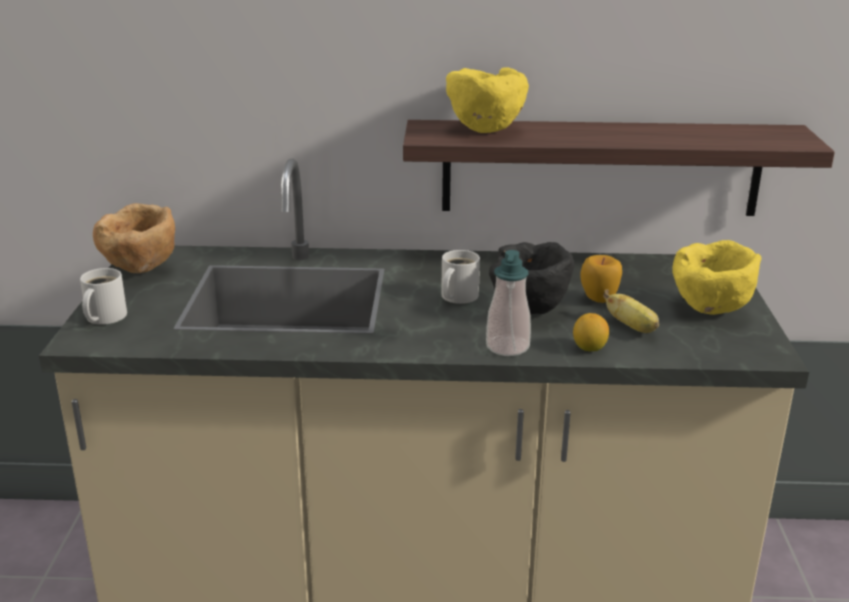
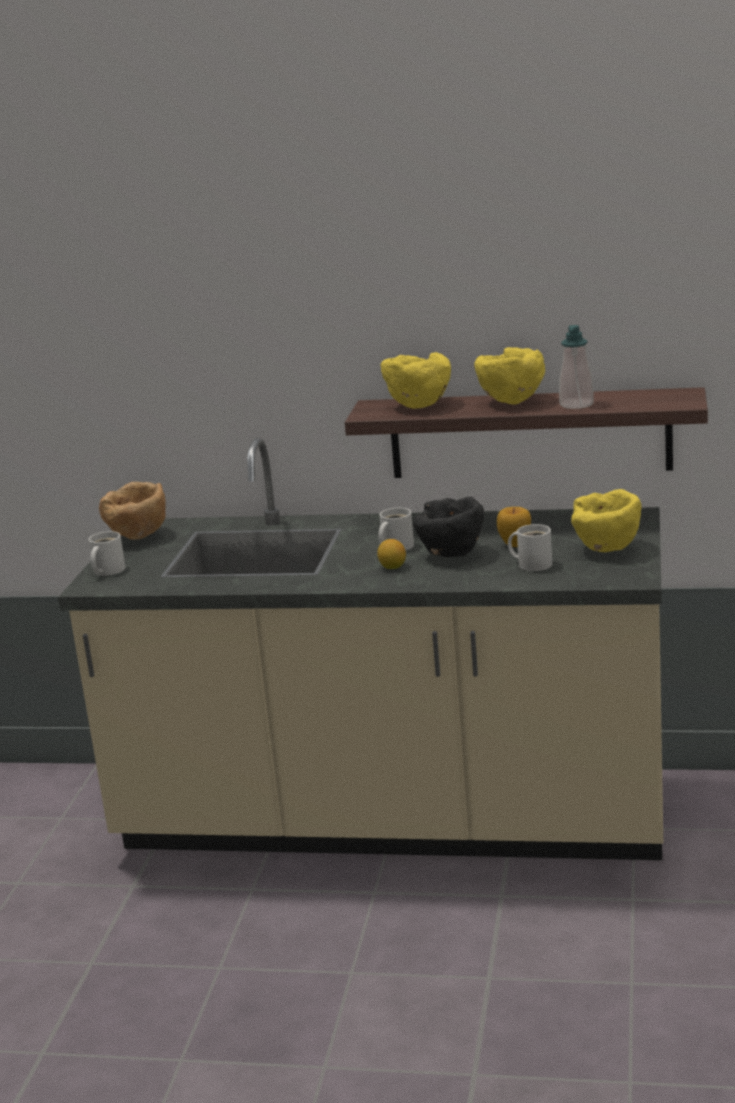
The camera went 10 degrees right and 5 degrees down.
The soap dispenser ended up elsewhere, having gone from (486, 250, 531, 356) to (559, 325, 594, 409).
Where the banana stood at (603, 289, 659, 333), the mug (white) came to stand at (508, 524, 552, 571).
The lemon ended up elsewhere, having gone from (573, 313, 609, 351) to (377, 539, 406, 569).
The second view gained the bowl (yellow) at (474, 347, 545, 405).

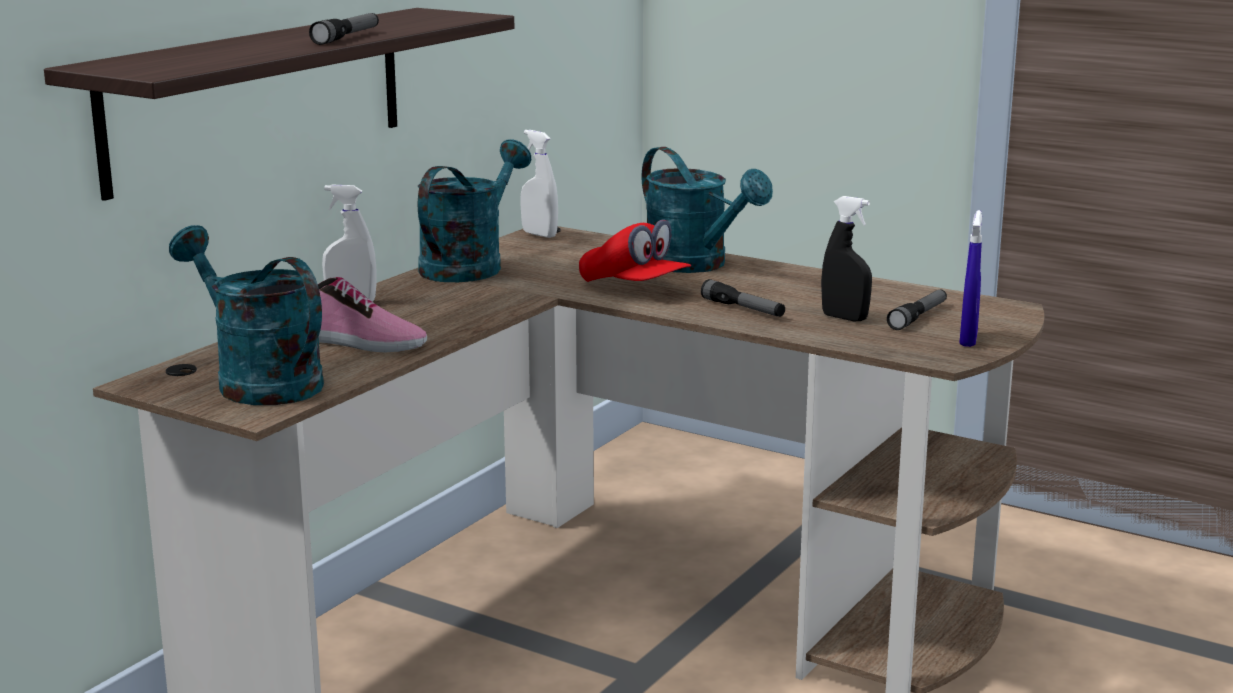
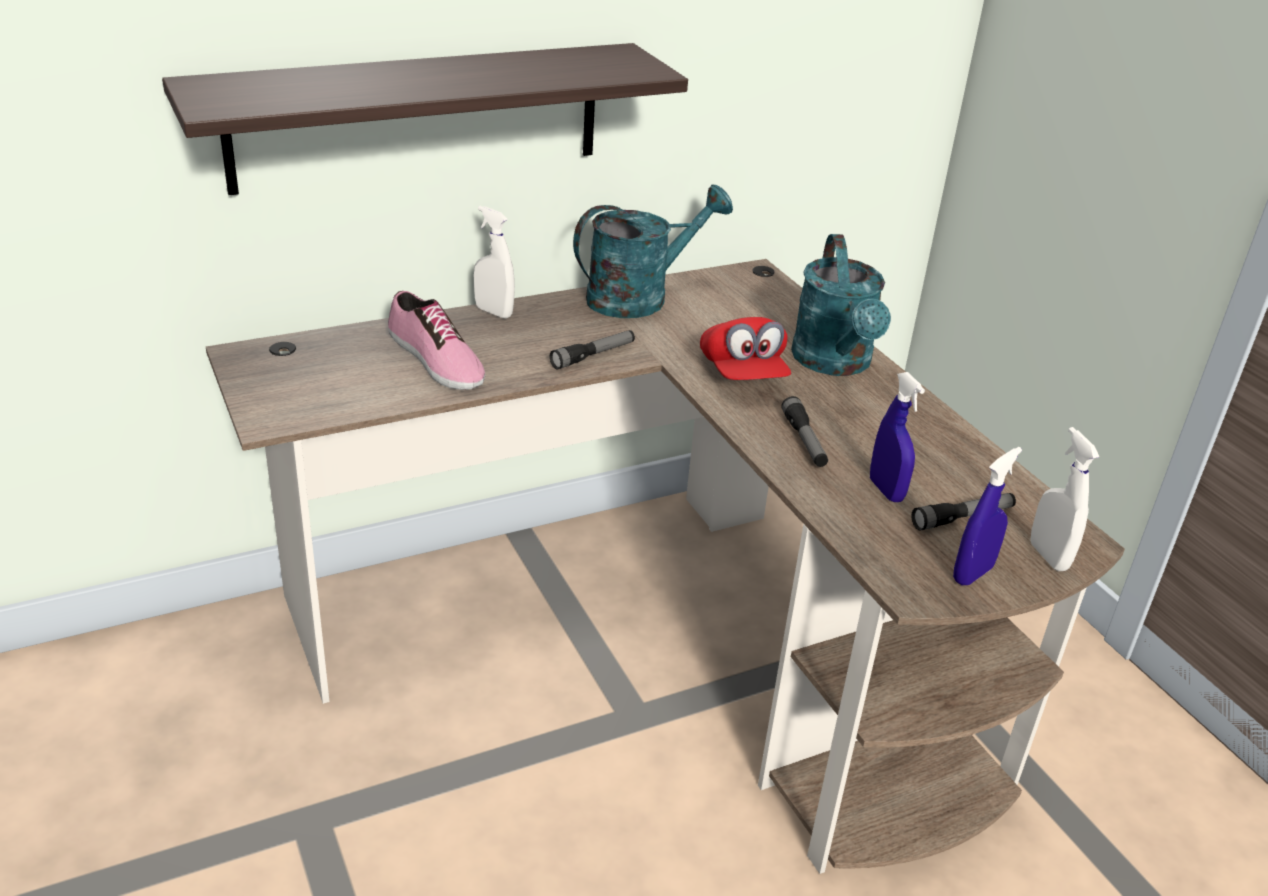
The camera went 30 degrees right and 15 degrees up.
The flashlight ended up elsewhere, having gone from (309, 13, 379, 45) to (550, 330, 635, 369).
The spray bottle (white) ended up elsewhere, having gone from (521, 130, 558, 238) to (1030, 427, 1100, 571).
What was the spray bottle (black) at (821, 196, 872, 321) turned into the spray bottle (blue) at (870, 372, 925, 502).
The second view lost the watering can (turquoise) at (169, 225, 324, 405).

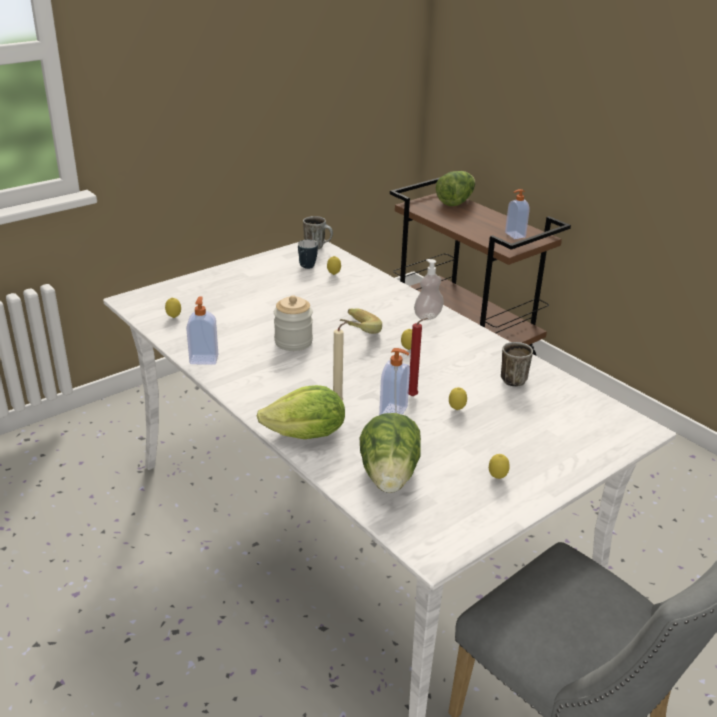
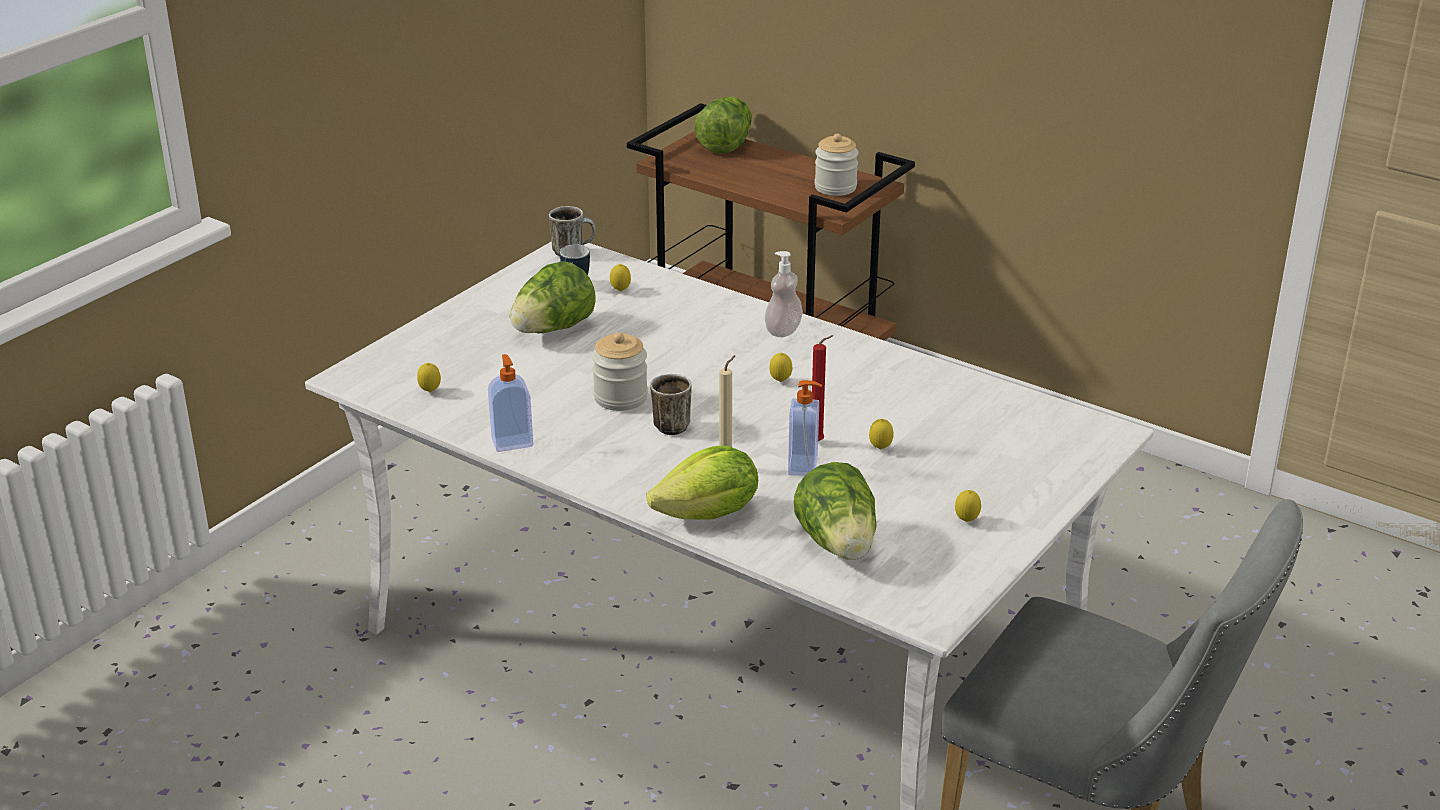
The camera went 15 degrees left and 0 degrees up.
Where the soap dispenser stood at (505, 189, 530, 239), the jar came to stand at (815, 134, 859, 196).
The second view lost the banana at (339, 308, 382, 334).
The mug ended up elsewhere, having gone from (501, 342, 533, 387) to (650, 374, 692, 435).
The second view gained the lettuce at (510, 261, 596, 333).

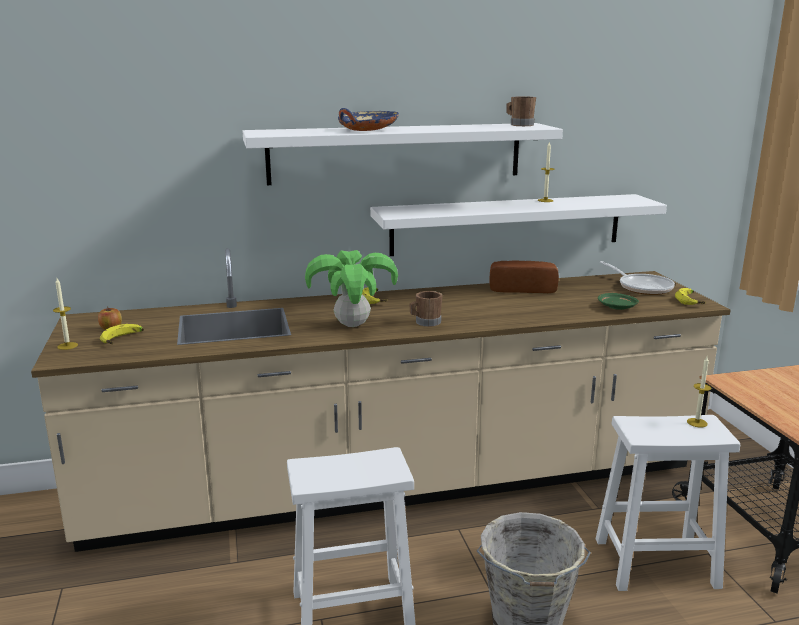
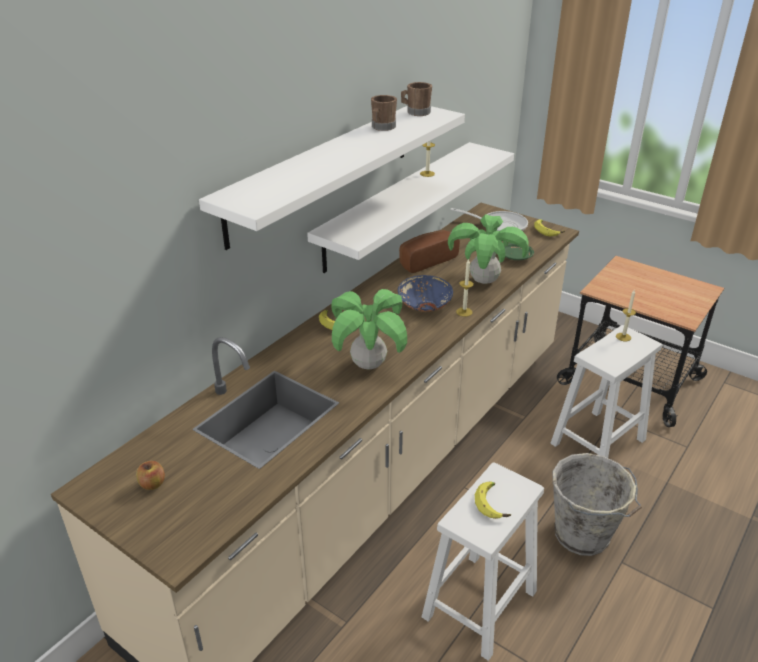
The camera went 40 degrees left and 15 degrees up.
The bowl (blue) ended up elsewhere, having gone from (338, 108, 399, 131) to (398, 275, 453, 312).
The candle ended up elsewhere, having gone from (53, 278, 78, 350) to (456, 259, 474, 317).
The mug (brown) ended up elsewhere, having gone from (409, 291, 442, 327) to (371, 95, 397, 131).
The banana ended up elsewhere, having gone from (100, 324, 144, 344) to (475, 481, 511, 519).
The second view gained the potted plant at (448, 214, 529, 284).

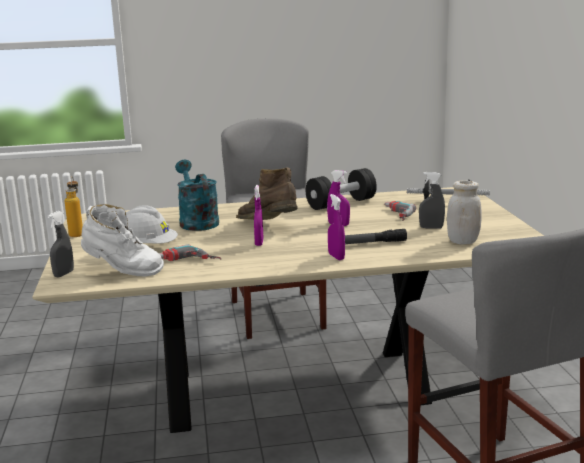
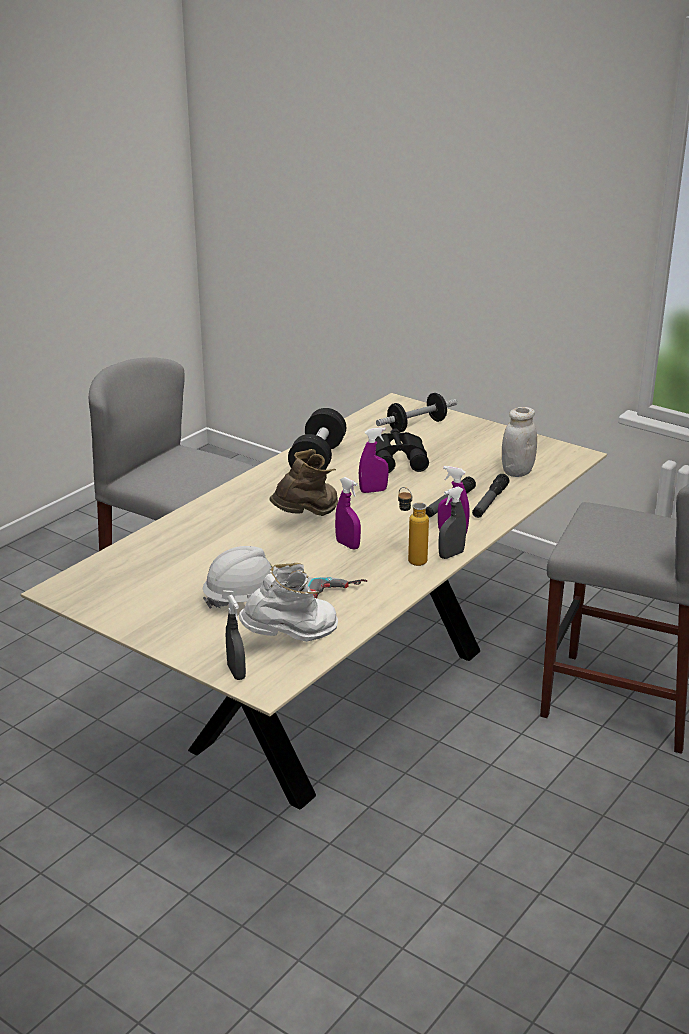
The camera went 45 degrees left and 10 degrees up.
The second view lost the watering can (turquoise) at (175, 160, 219, 231).
The boot (brown) at (236, 167, 298, 220) ended up facing another way, 135 degrees clockwise from before.
The spray bottle (grey) ended up elsewhere, having gone from (419, 172, 445, 229) to (439, 487, 466, 559).
The bottle ended up elsewhere, having gone from (65, 176, 83, 237) to (398, 487, 429, 566).
Where the power drill stood at (384, 201, 416, 221), the binoculars (black) came to stand at (375, 428, 429, 473).
The second view gained the flashlight at (472, 474, 509, 518).

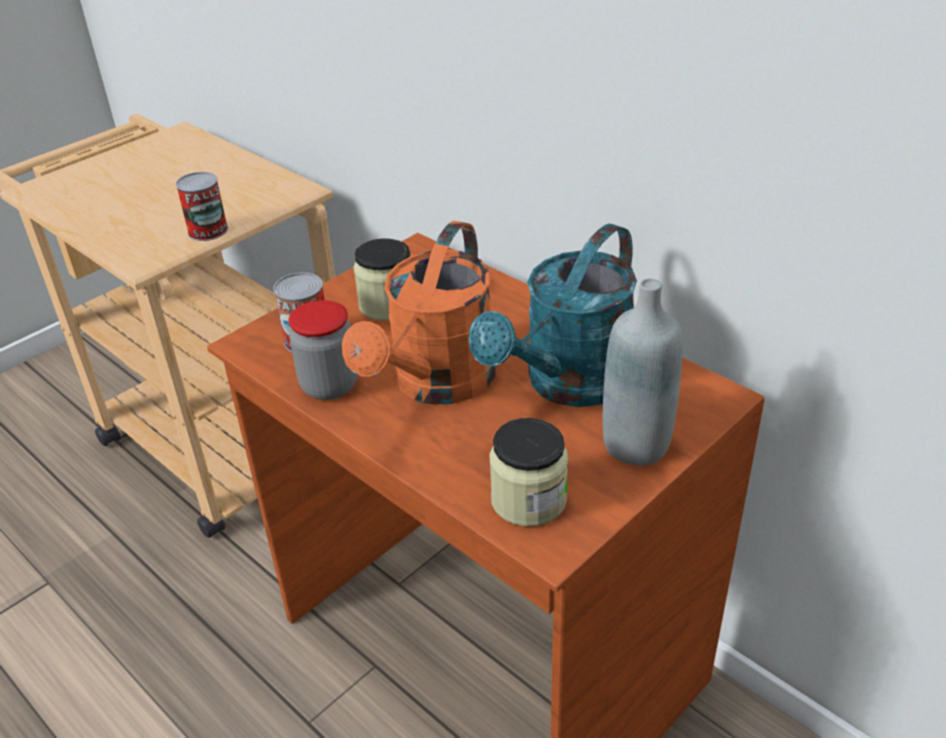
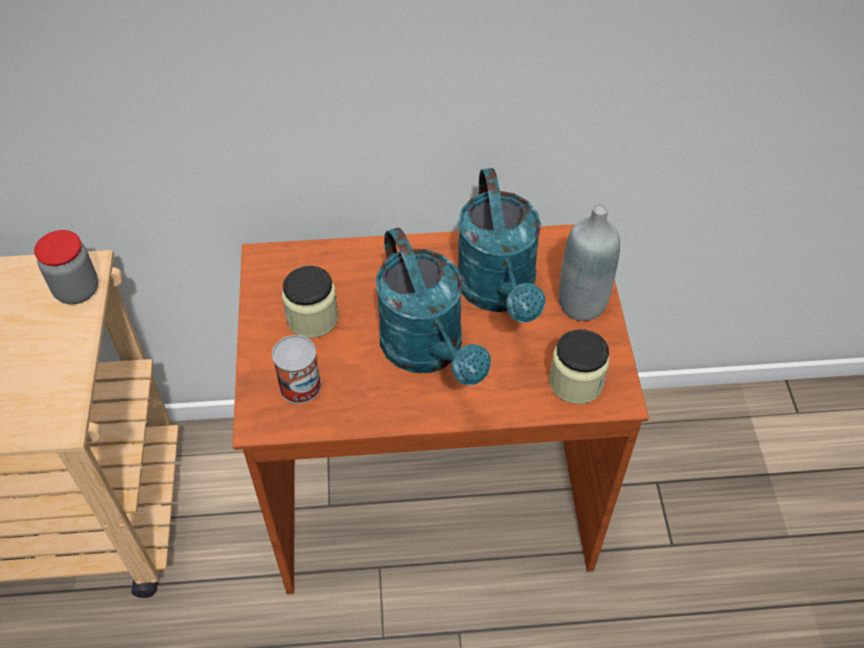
The camera went 50 degrees left and 15 degrees up.
The second view lost the can at (176, 172, 228, 241).
What was the watering can (orange) at (342, 221, 496, 404) turned into the watering can (turquoise) at (376, 227, 491, 385).
The jar ended up elsewhere, having gone from (289, 300, 358, 400) to (34, 230, 98, 304).

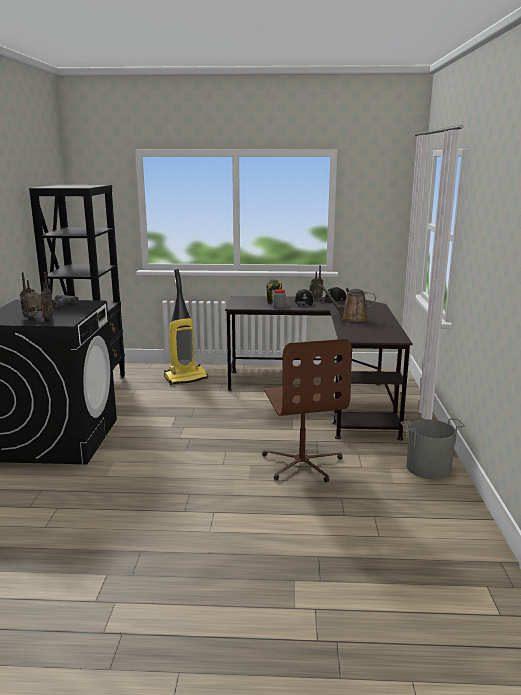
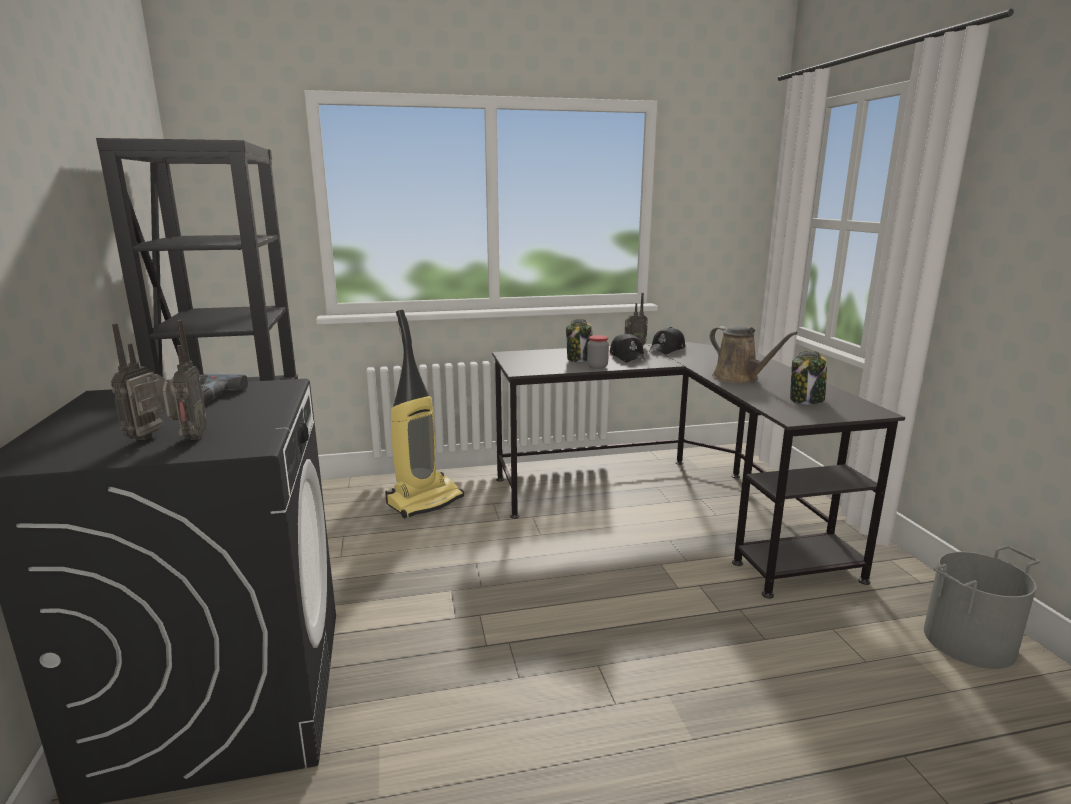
The camera went 15 degrees left and 0 degrees up.
The watering can (brown) at (319, 284, 376, 322) ended up facing another way, 120 degrees counterclockwise from before.
The second view lost the office chair (brown) at (262, 339, 352, 482).
The second view gained the jar at (790, 351, 827, 405).

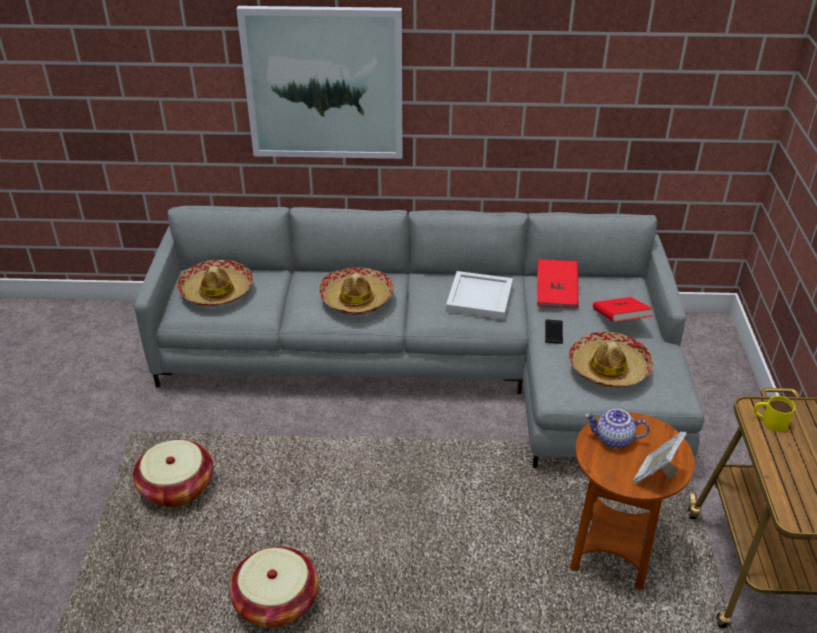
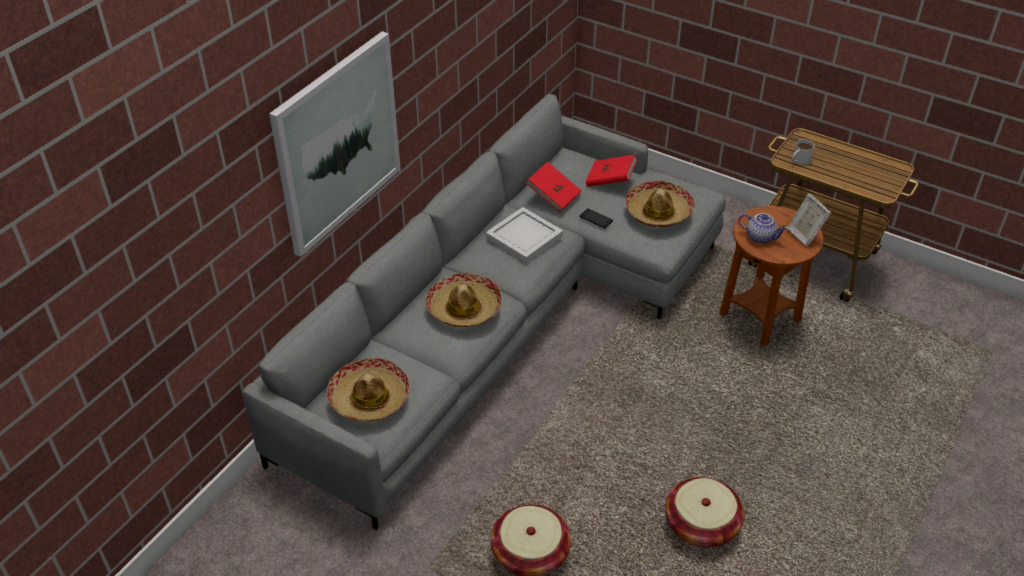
The camera went 60 degrees left and 5 degrees up.
What was the mug (yellow) at (754, 396, 795, 432) turned into the mug (white) at (792, 140, 815, 165).
The teapot at (585, 409, 650, 449) ended up facing another way, 105 degrees counterclockwise from before.

